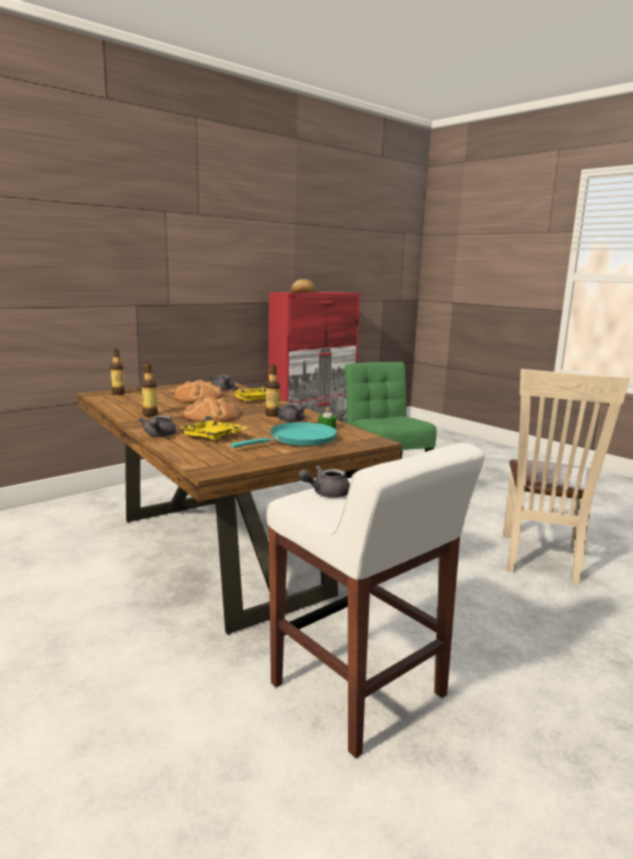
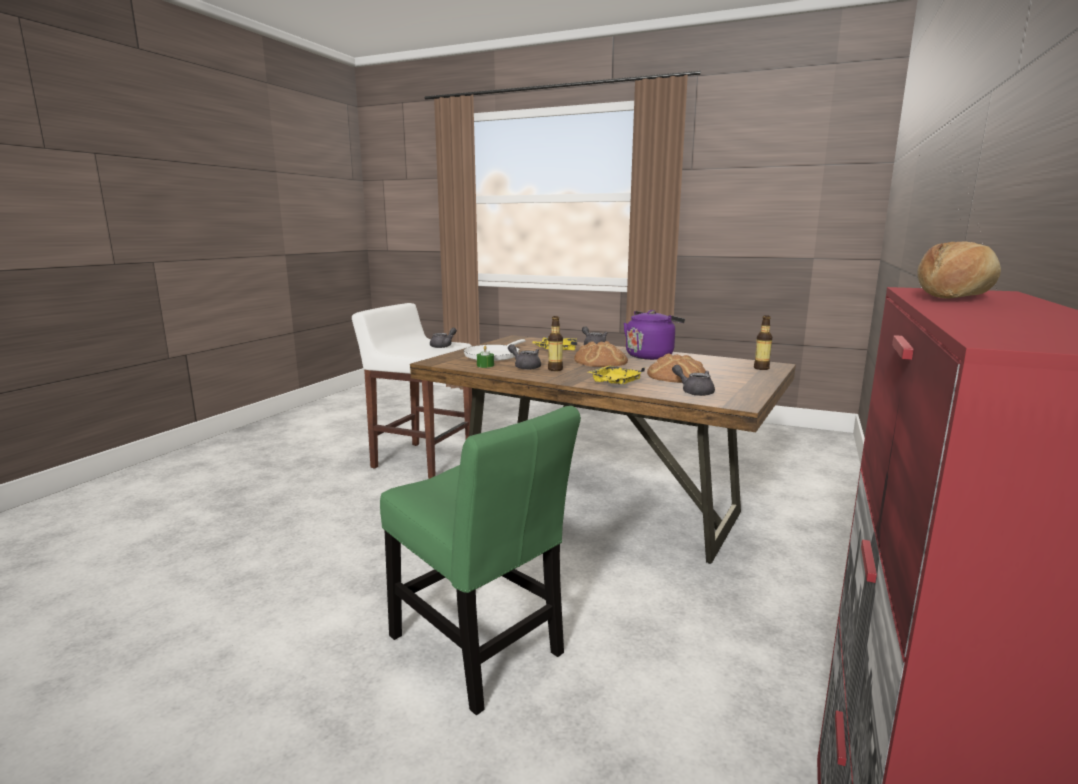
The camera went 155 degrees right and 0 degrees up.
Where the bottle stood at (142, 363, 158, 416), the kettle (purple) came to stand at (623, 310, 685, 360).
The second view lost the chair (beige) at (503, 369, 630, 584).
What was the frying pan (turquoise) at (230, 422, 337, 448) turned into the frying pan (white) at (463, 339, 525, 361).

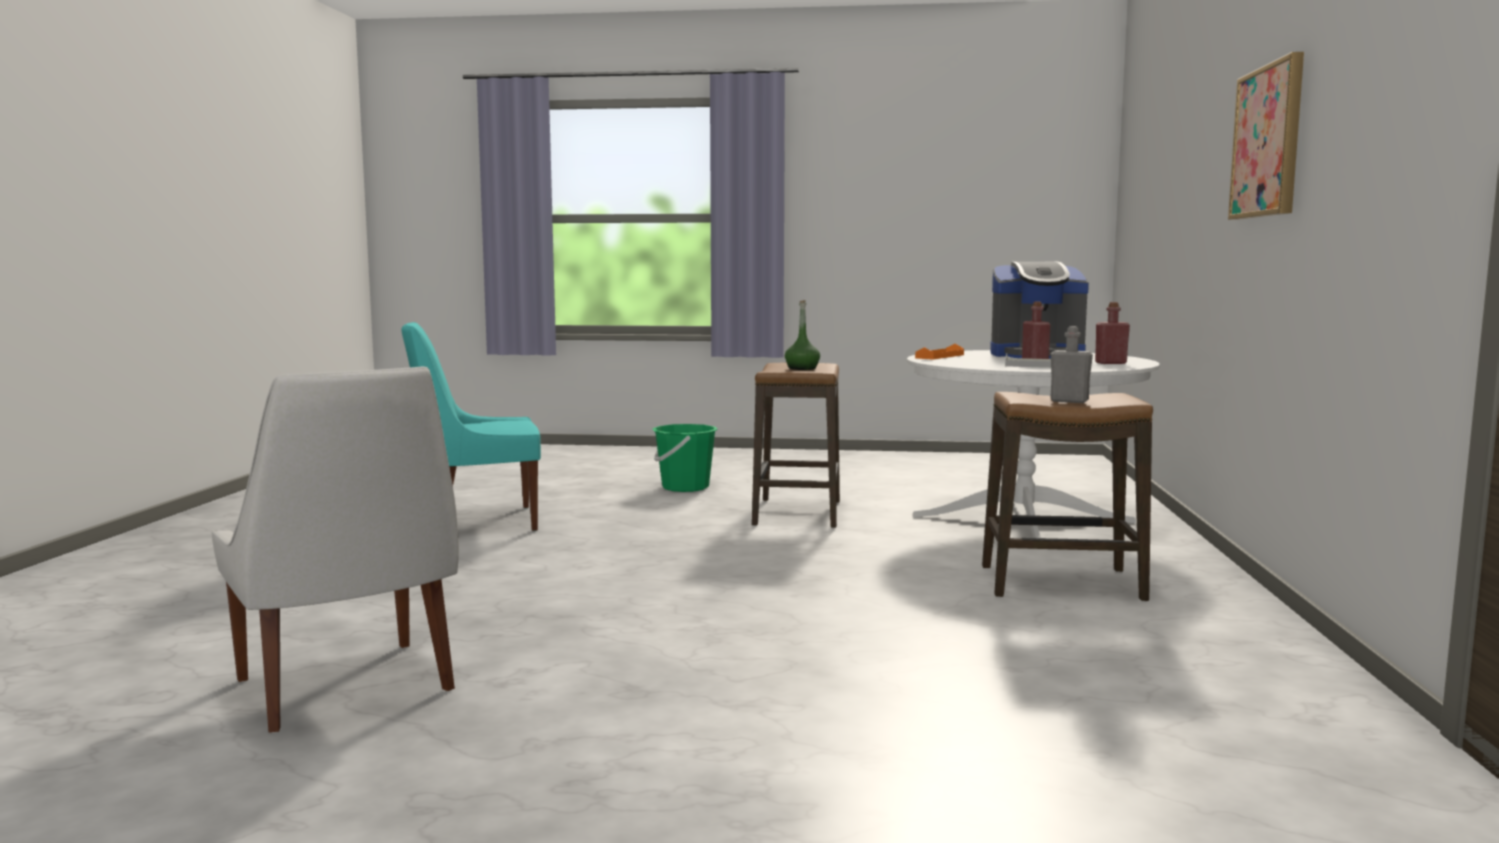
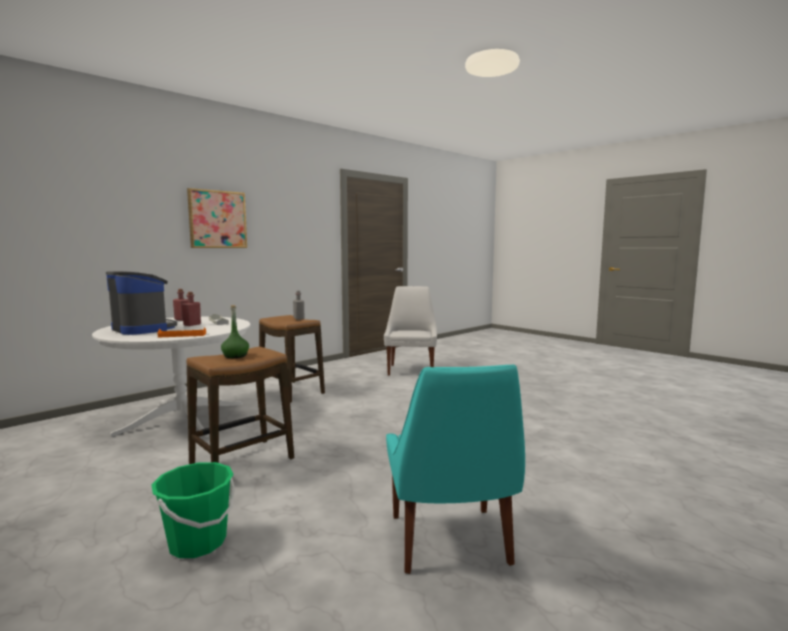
The camera went 140 degrees left and 0 degrees up.
The chair (turquoise) at (401, 322, 541, 531) ended up facing another way, 60 degrees clockwise from before.
The chair (white) ended up elsewhere, having gone from (212, 367, 459, 733) to (384, 286, 437, 376).

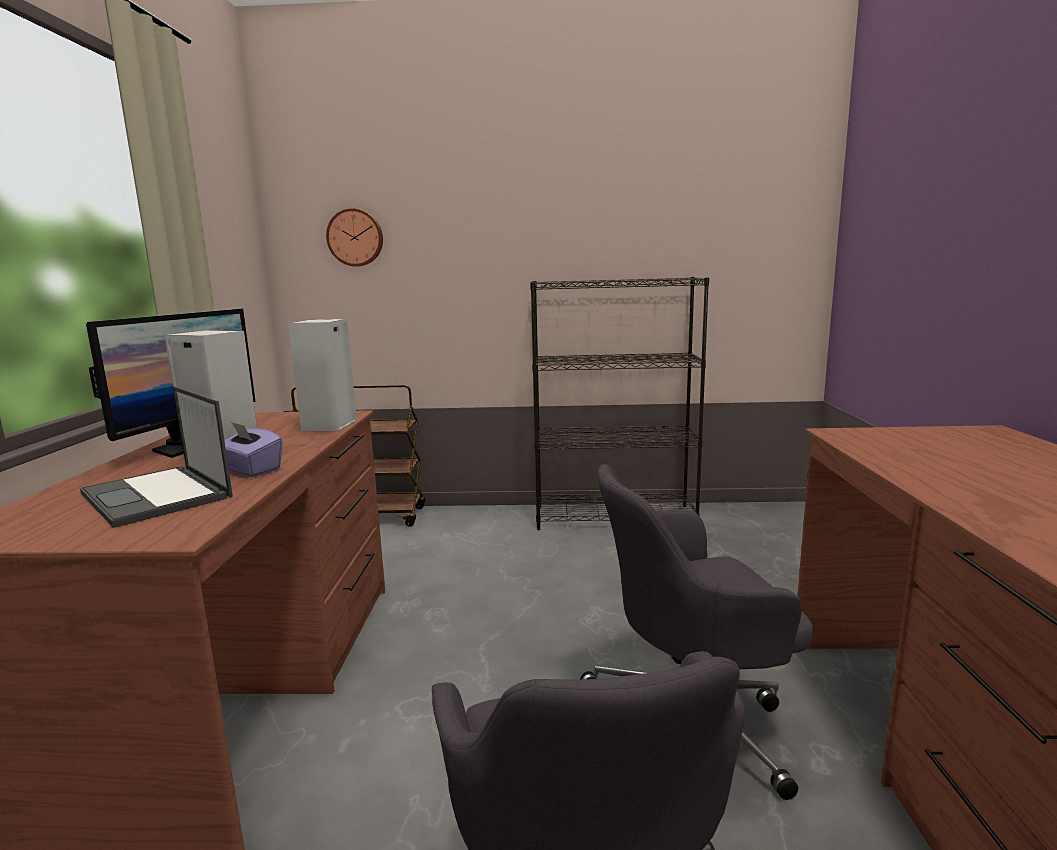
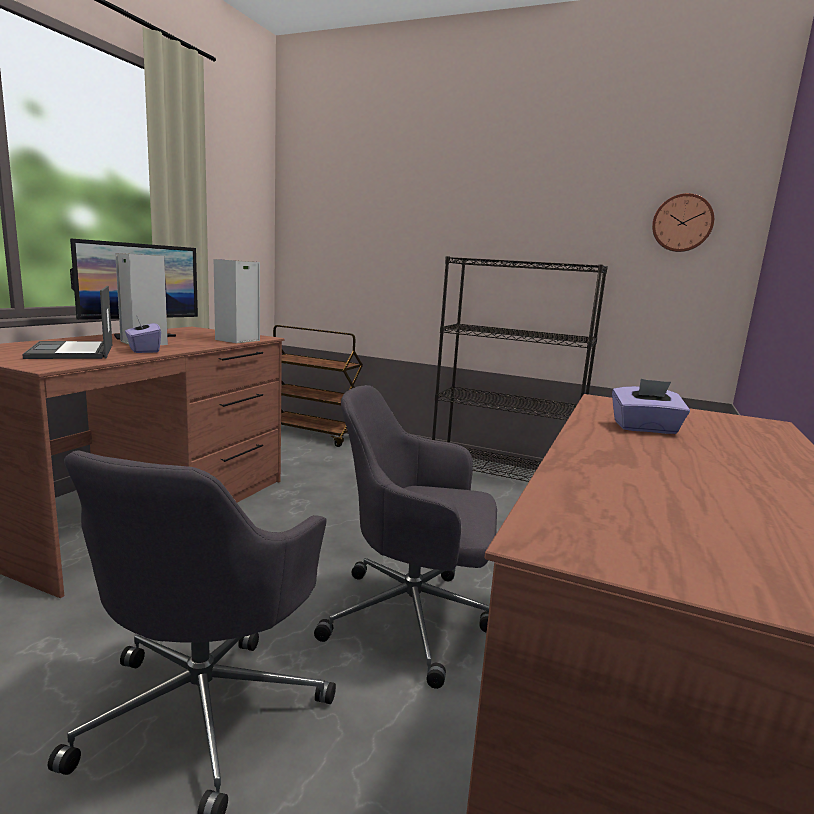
The camera went 20 degrees right and 0 degrees up.
The wall clock ended up elsewhere, having gone from (326, 208, 383, 266) to (652, 193, 714, 252).
The second view gained the tissue box (purple) at (612, 379, 690, 434).

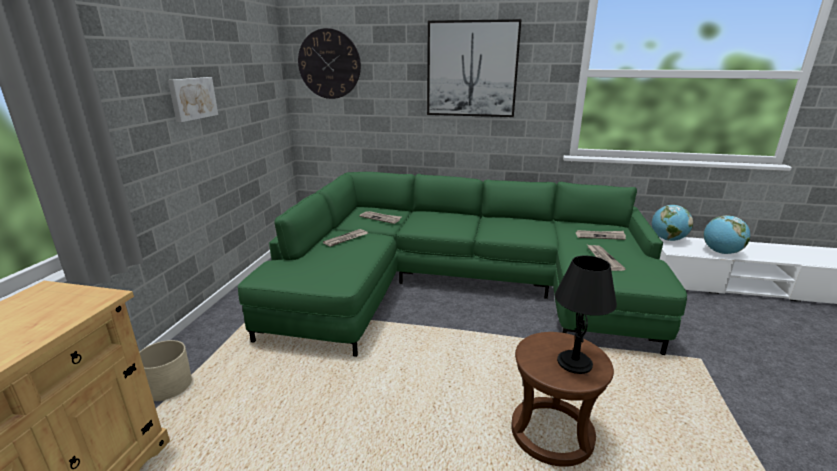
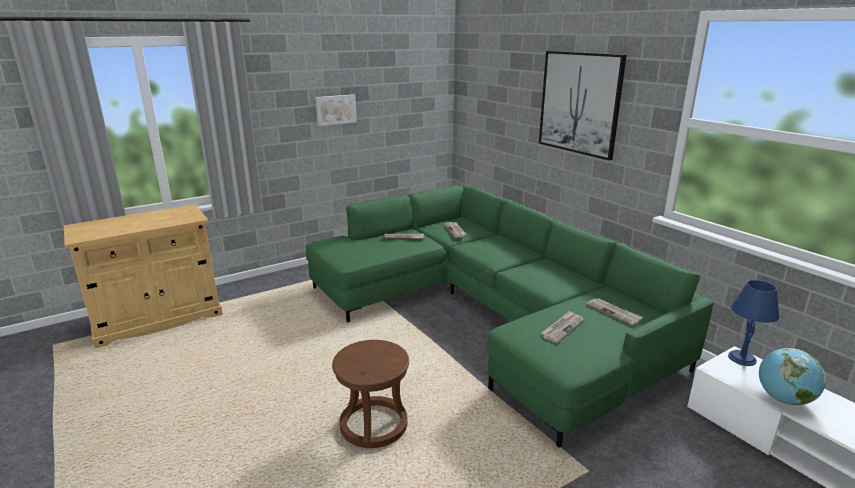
The camera went 45 degrees right and 0 degrees up.
The second view lost the wall clock at (298, 28, 361, 99).
Where the globe stood at (652, 205, 693, 241), the table lamp (blue) came to stand at (728, 280, 779, 366).
The second view lost the table lamp (black) at (555, 255, 617, 374).
The second view lost the planter (beige) at (139, 340, 192, 401).

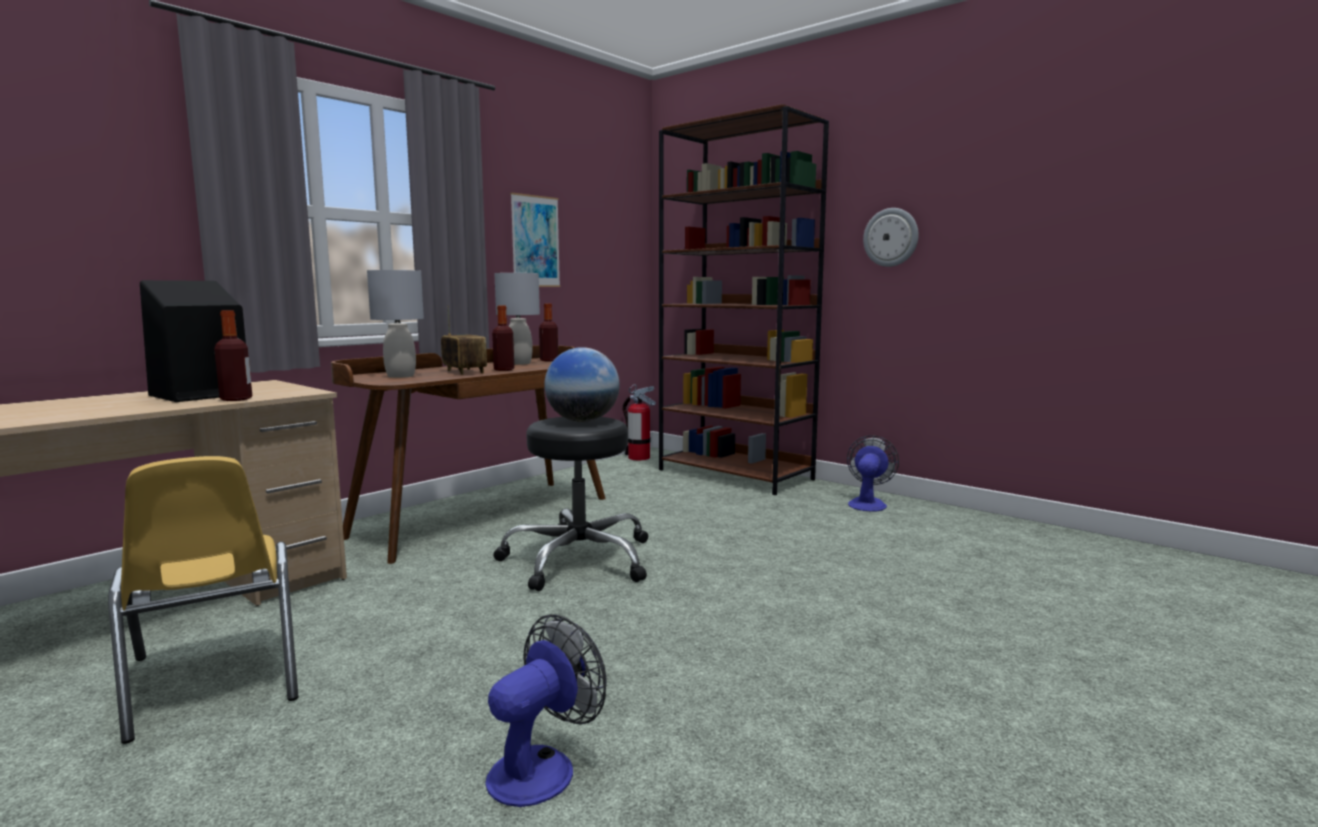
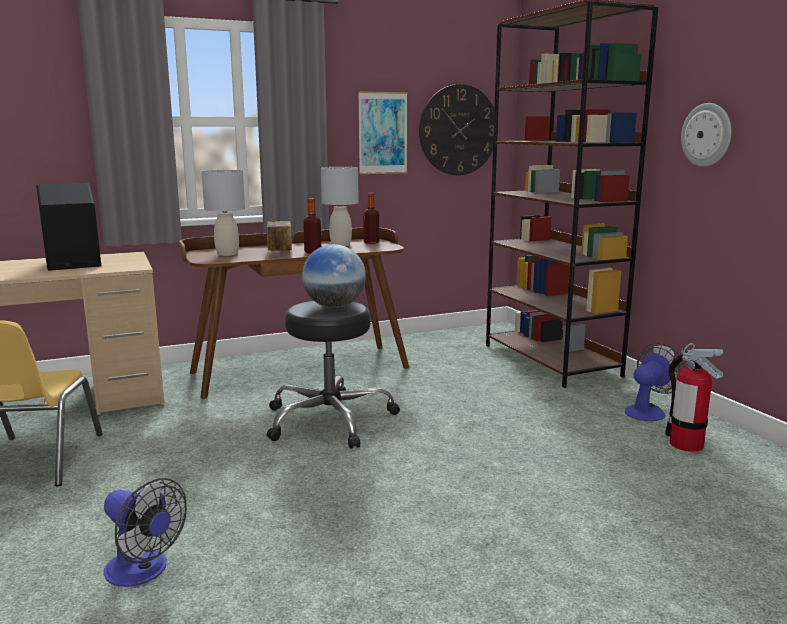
The camera went 25 degrees right and 5 degrees up.
The second view lost the bottle at (214, 310, 252, 401).
The fire extinguisher ended up elsewhere, having gone from (623, 384, 656, 460) to (665, 343, 723, 452).
The fan at (486, 614, 607, 807) ended up facing another way, 60 degrees clockwise from before.
The second view gained the wall clock at (419, 84, 498, 175).

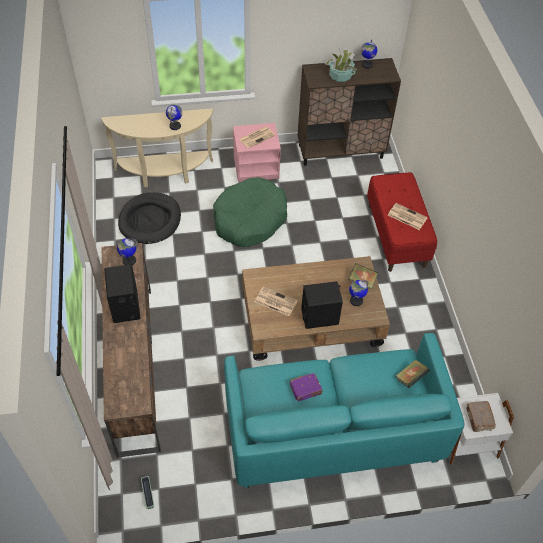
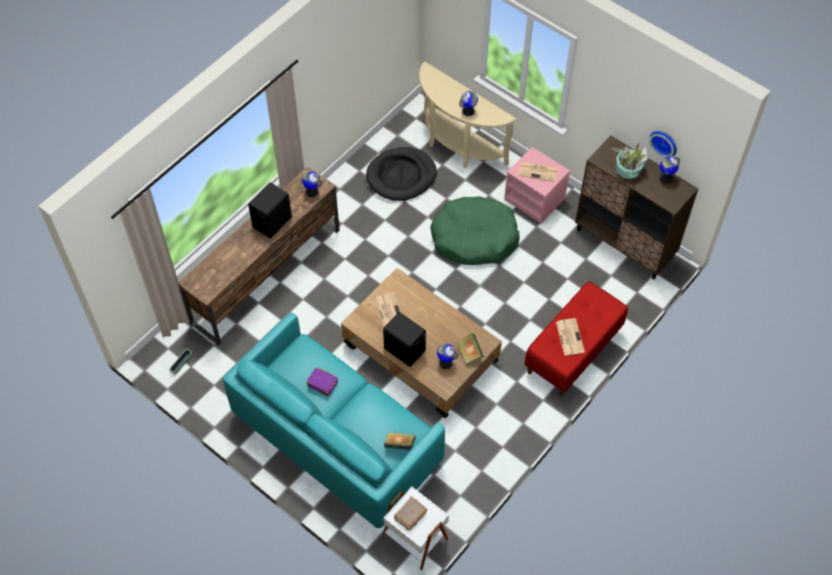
The camera went 50 degrees right and 5 degrees up.
The second view gained the wall clock at (649, 131, 677, 157).

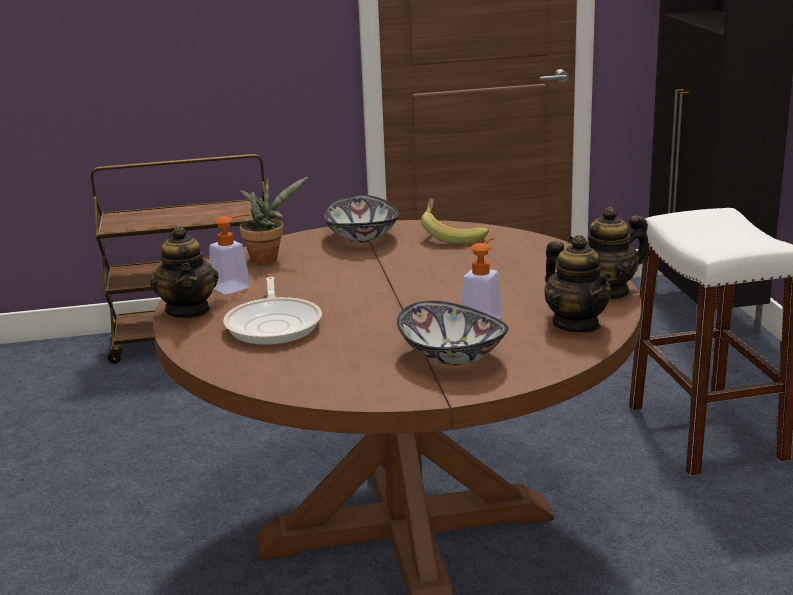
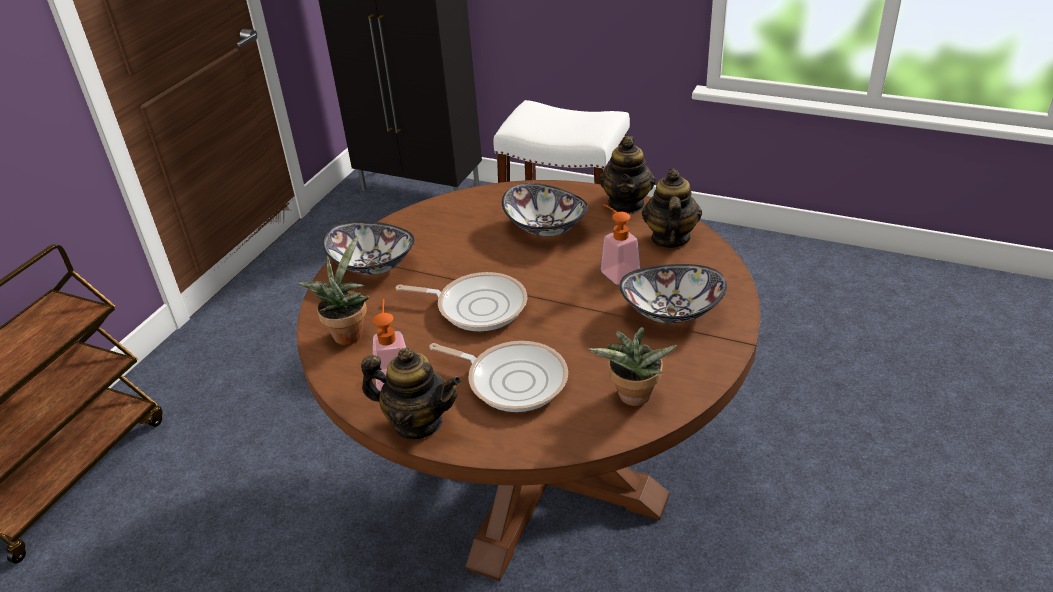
The camera went 55 degrees left and 15 degrees up.
The second view lost the banana at (421, 198, 489, 244).
The teapot at (544, 235, 612, 333) ended up facing another way, 90 degrees counterclockwise from before.
The second view gained the bowl at (502, 183, 588, 236).
The second view gained the frying pan at (395, 272, 527, 331).
The second view gained the potted plant at (588, 327, 677, 406).

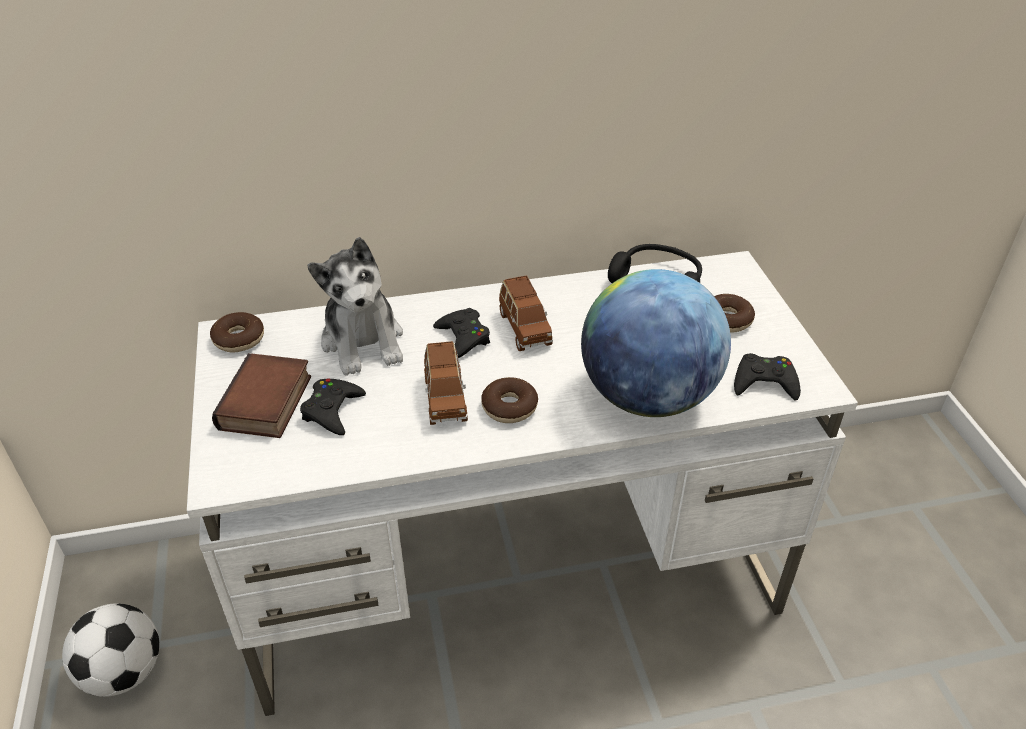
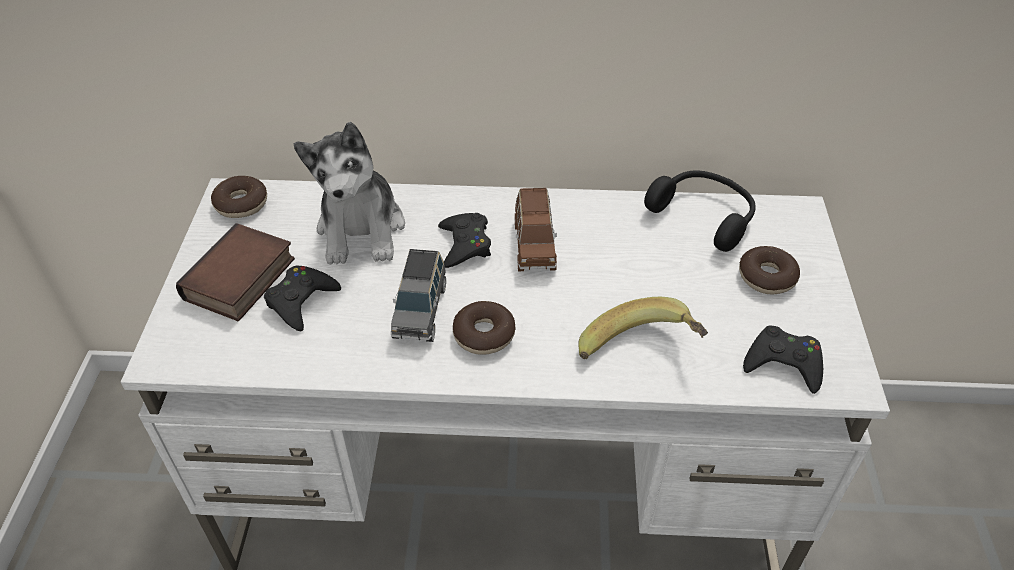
The camera went 15 degrees right and 5 degrees up.
Where the globe stood at (581, 269, 731, 417), the banana came to stand at (578, 297, 708, 359).
What was the toy car (brown) at (424, 341, 468, 425) turned into the toy car (grey) at (391, 249, 446, 342).
The second view lost the football at (62, 603, 159, 697).

